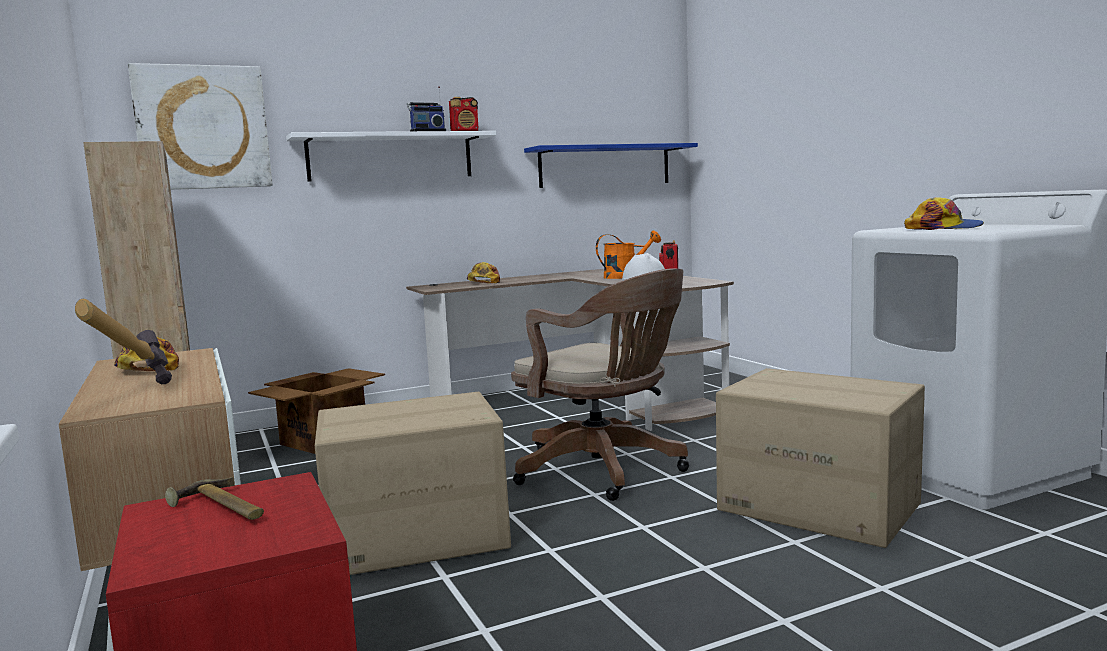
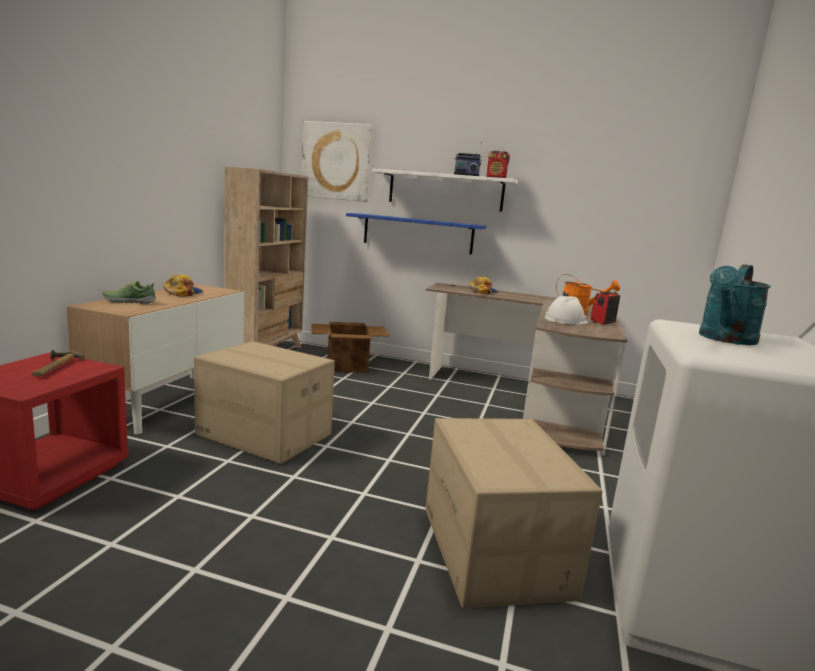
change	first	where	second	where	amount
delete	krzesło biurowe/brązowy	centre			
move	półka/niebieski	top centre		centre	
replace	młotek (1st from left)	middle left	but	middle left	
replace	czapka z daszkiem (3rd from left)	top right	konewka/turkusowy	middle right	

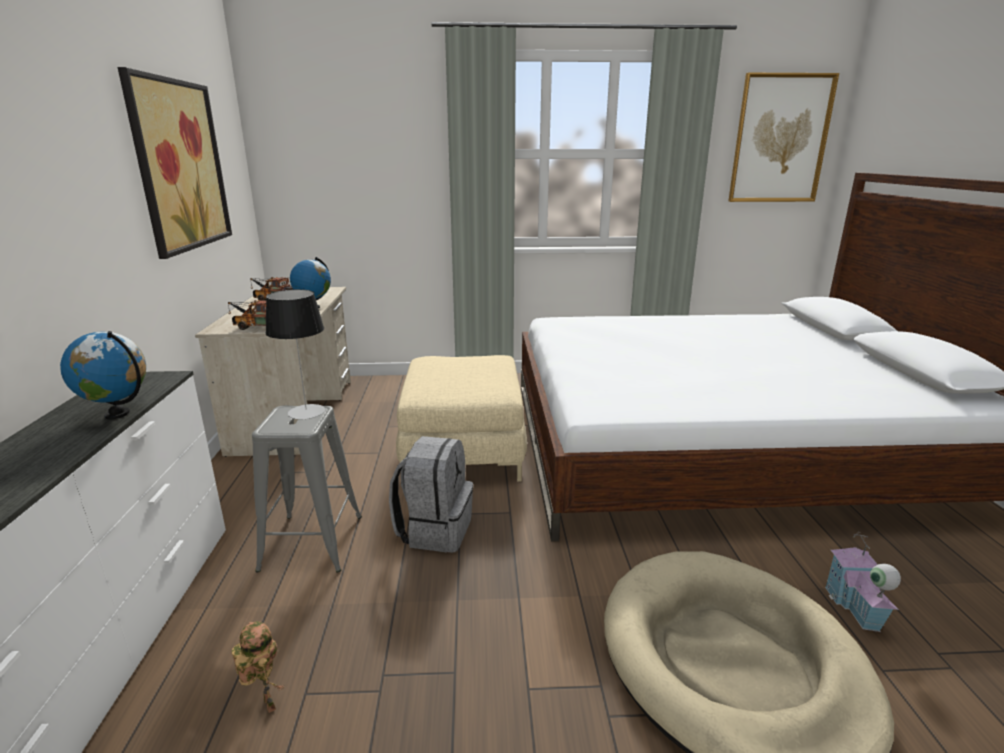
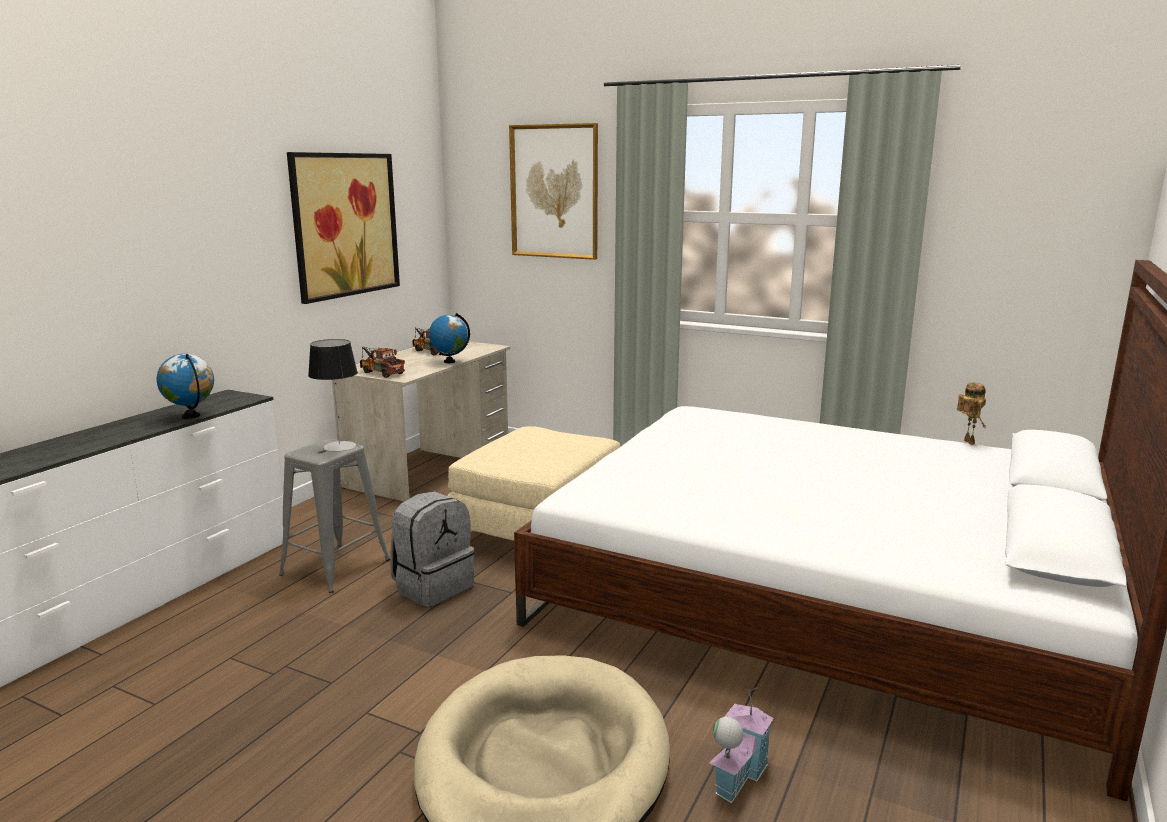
change	first	where	second	where	amount
move	robot zabawkowy	bottom left		middle right	
move	obraz (2nd from left)	top right		top centre	

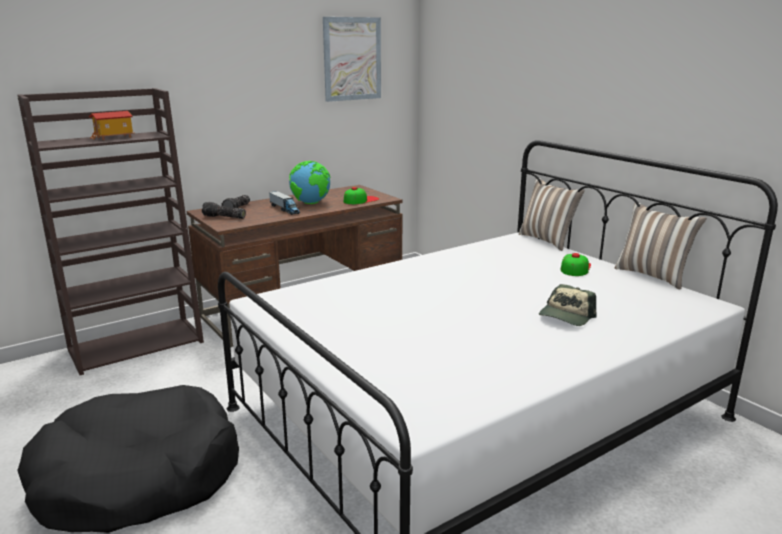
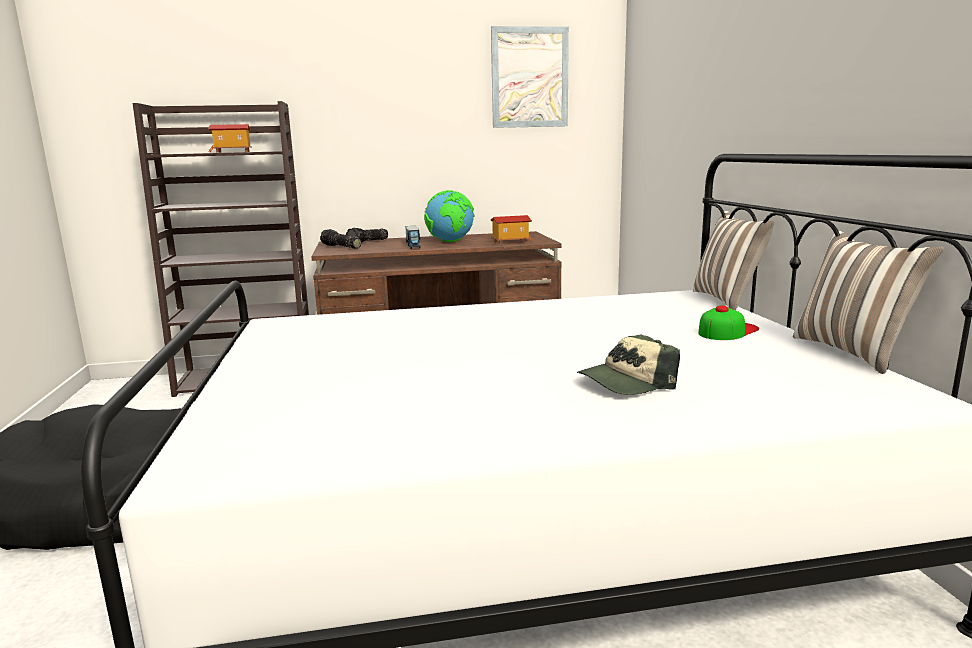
change	first	where	second	where	amount
replace	czapka z daszkiem (1st from left)	centre	domek (2nd from left)	centre	

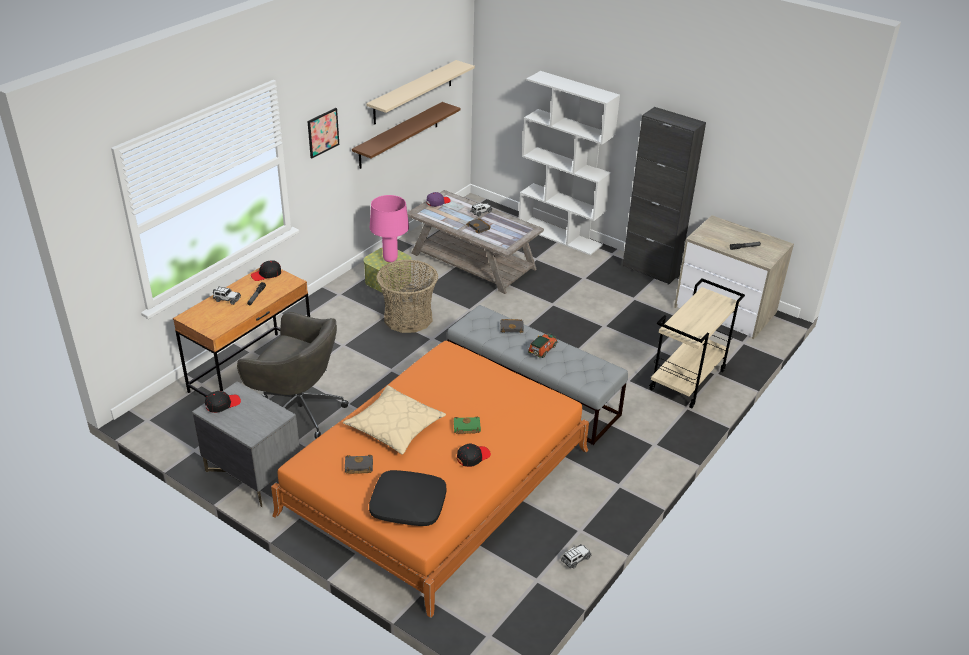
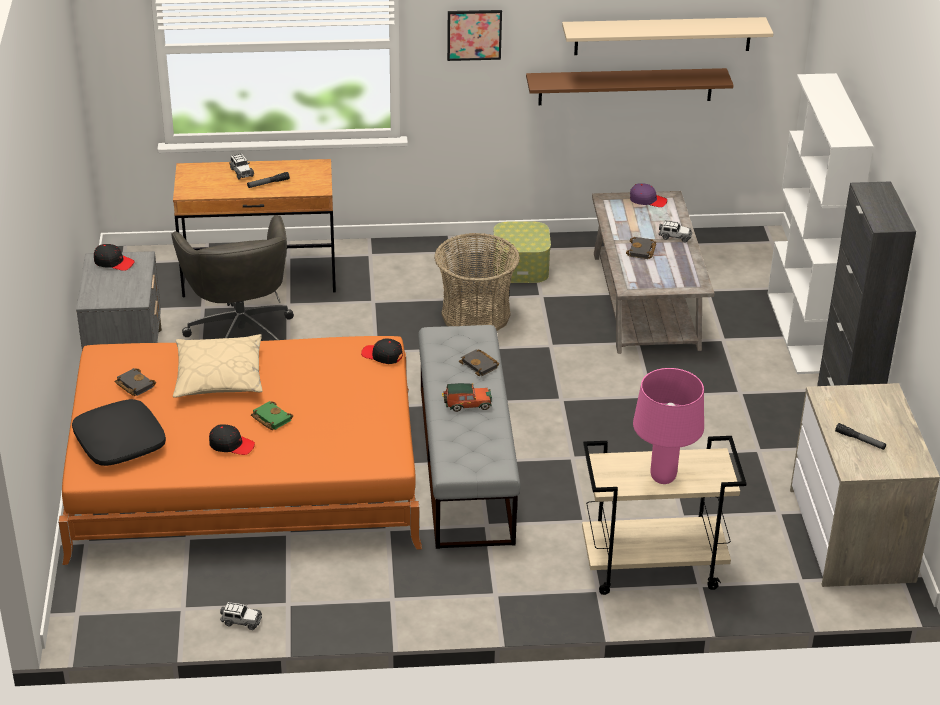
change	first	where	second	where	amount
move	czapka z daszkiem/czarny (2nd from left in the first image)	middle left	czapka z daszkiem/czarny (3rd from left)	centre	
move	lampa stołowa/różowy	centre		middle right	

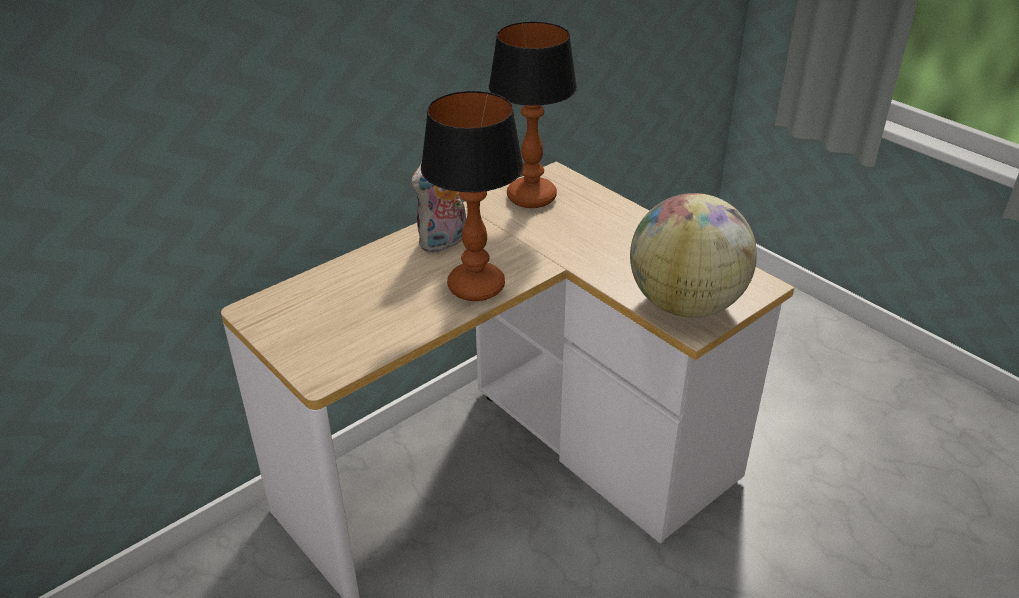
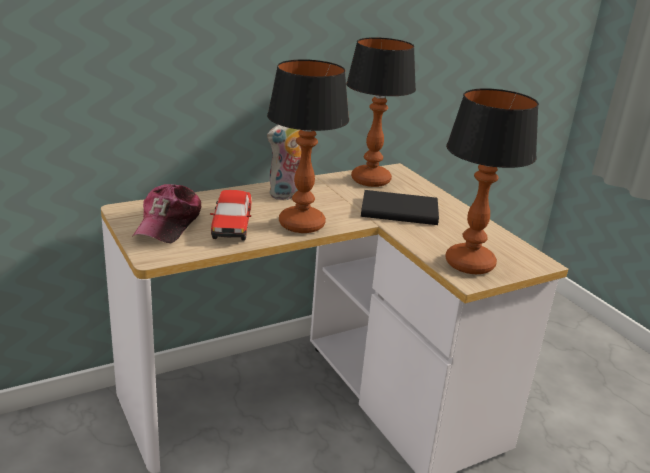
change	first	where	second	where	amount
insert			czapka z daszkiem	middle left	
insert			samochodzik	centre	
insert			książka/czarny	centre	
replace	globus	middle right	lampa stołowa (3rd from left)	middle right	

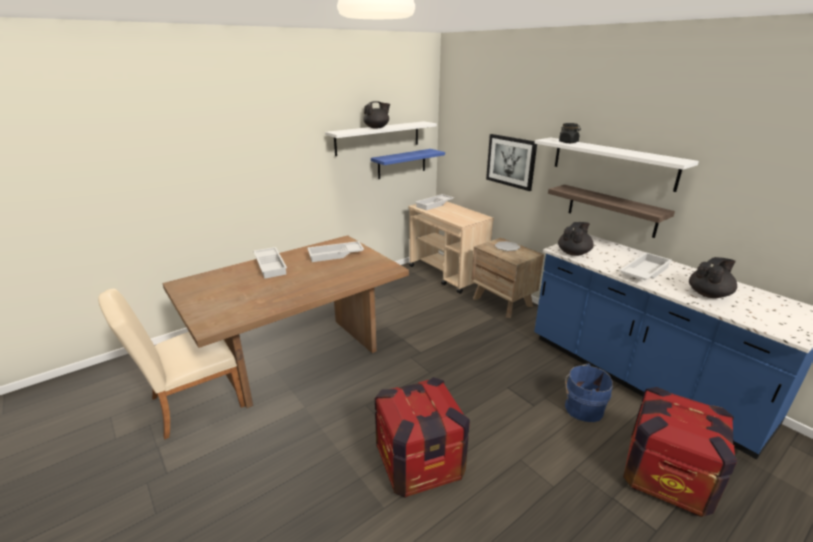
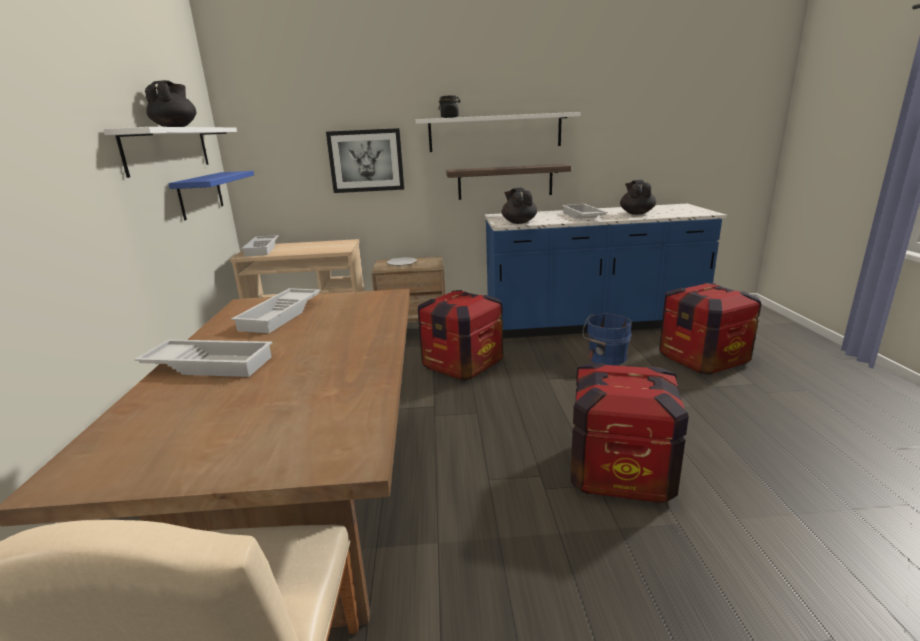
change	first	where	second	where	amount
insert			skrzynka (1st from left)	centre	

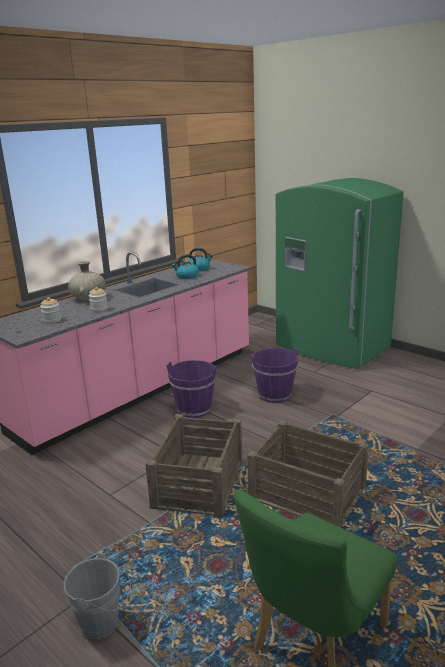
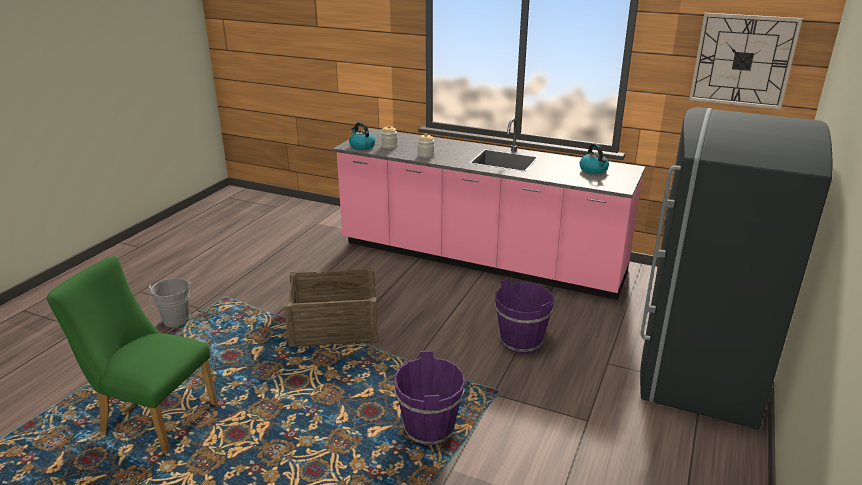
change	first	where	second	where	amount
delete	wazon/beżowy	middle left			
delete	skrzynka (2nd from left)	bottom right			
insert			zegar ścienny	top right	
move	wiadro/fioletowy (1st from left)	centre		bottom centre	
move	czajnik (1st from left)	centre		top centre	
recolor	lodówka/zielony	middle right	lodówka/szary	middle right	

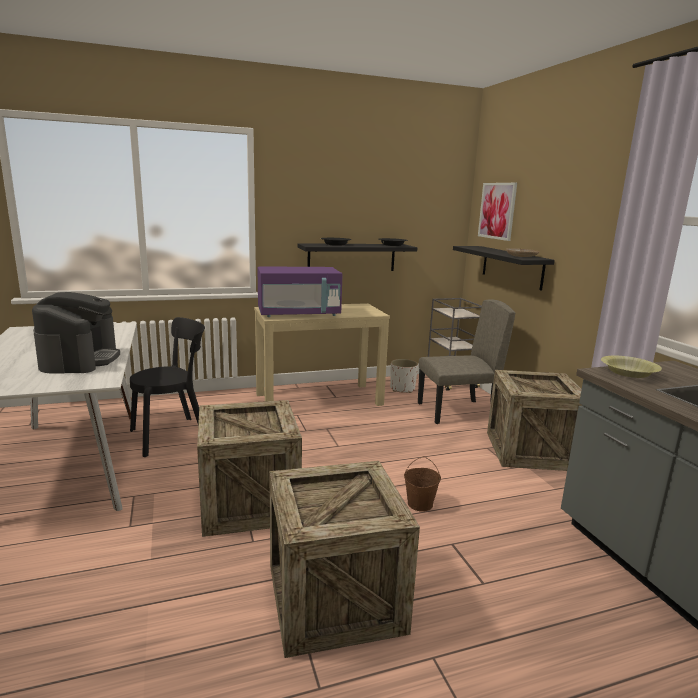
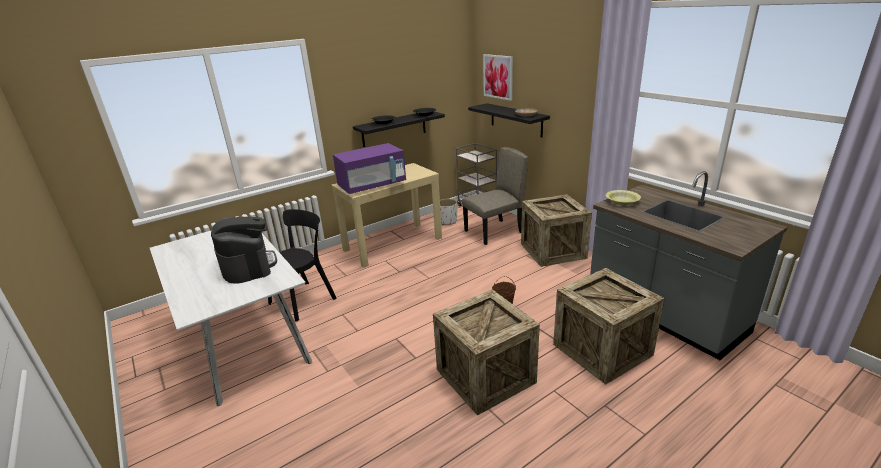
change	first	where	second	where	amount
move	skrzynka (1st from left in the first image)	bottom centre	skrzynka (3rd from left)	bottom right	

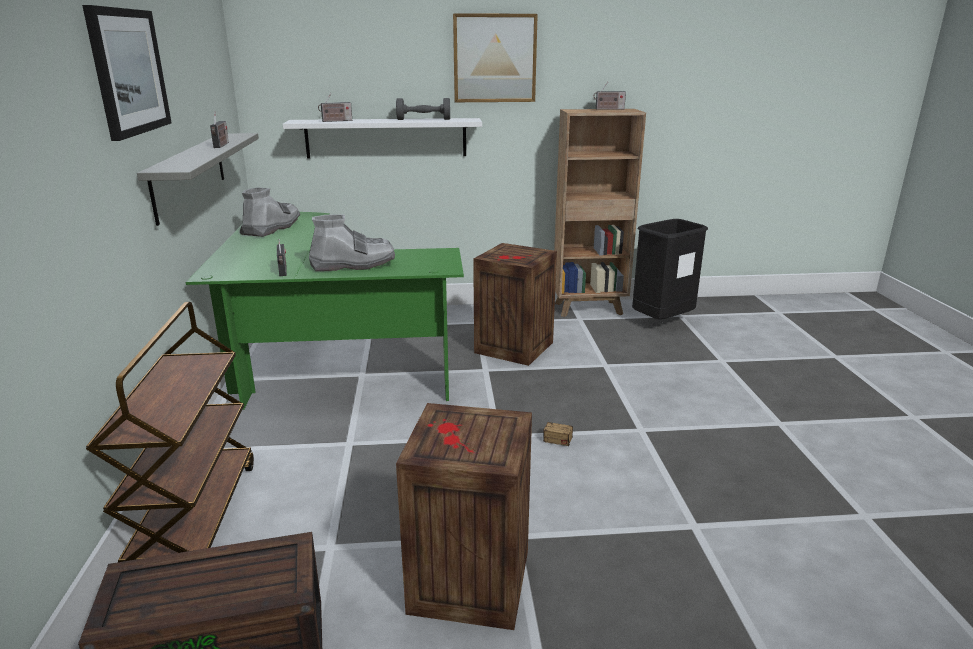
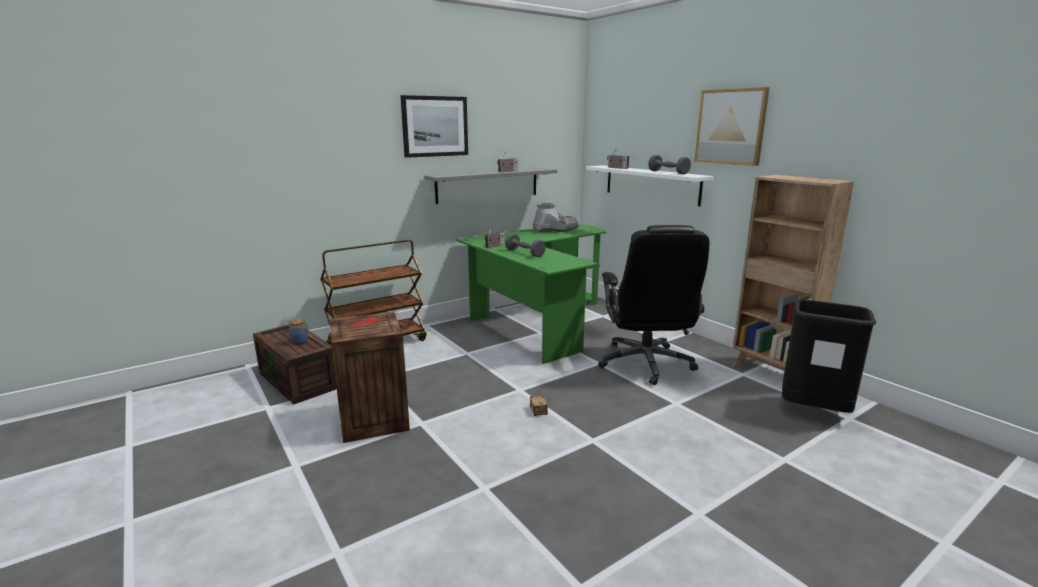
change	first	where	second	where	amount
delete	radio (4th from left)	top centre			
insert			słoik	middle left	
replace	but z cholewką/szary (2nd from left)	centre	hantel/szary (1st from left)	centre	
replace	skrzynka (2nd from left)	centre	krzesło biurowe/czarny	centre	

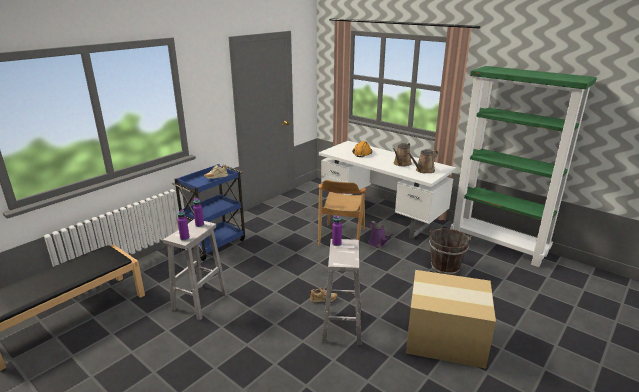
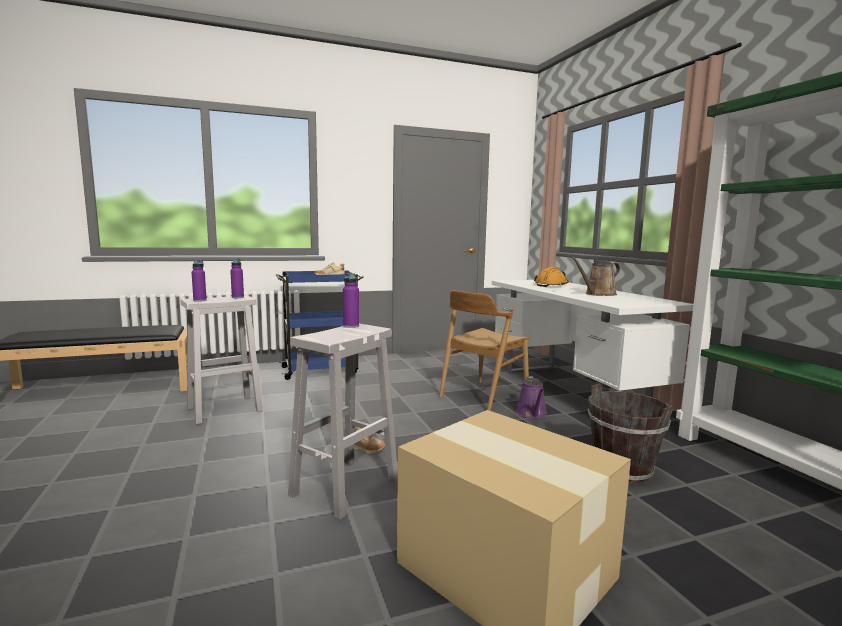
change	first	where	second	where	amount
delete	konewka/brązowy (2nd from left)	centre			

